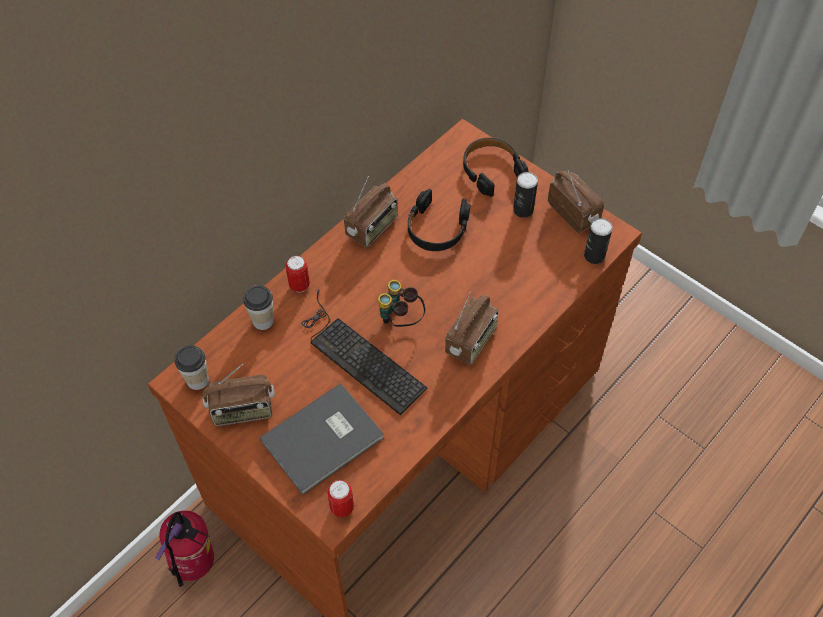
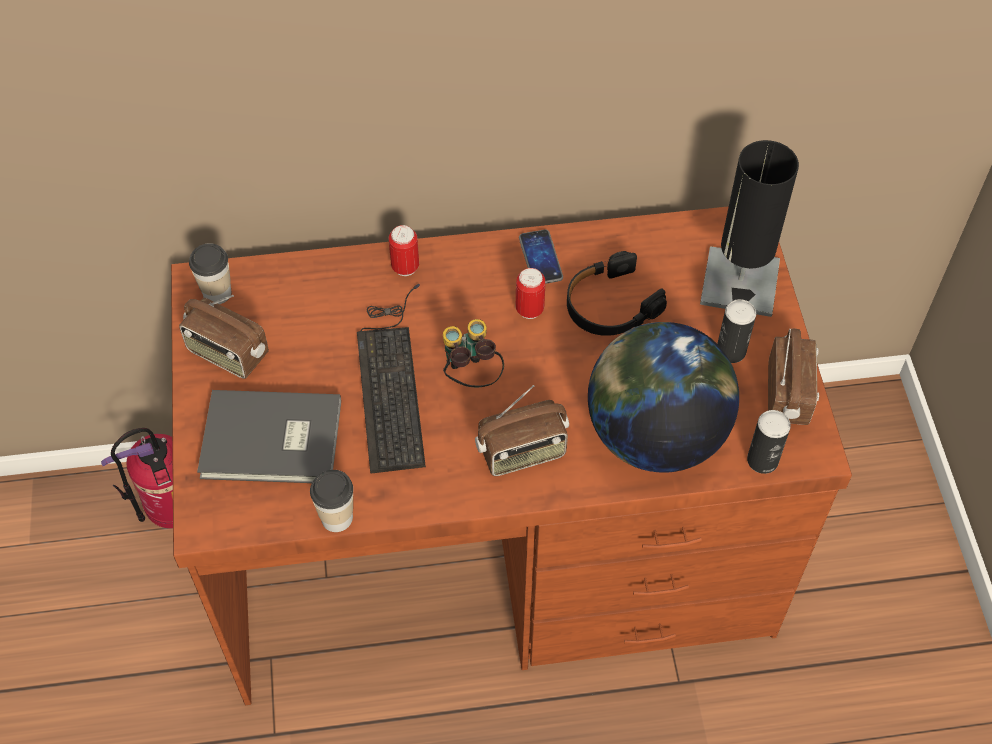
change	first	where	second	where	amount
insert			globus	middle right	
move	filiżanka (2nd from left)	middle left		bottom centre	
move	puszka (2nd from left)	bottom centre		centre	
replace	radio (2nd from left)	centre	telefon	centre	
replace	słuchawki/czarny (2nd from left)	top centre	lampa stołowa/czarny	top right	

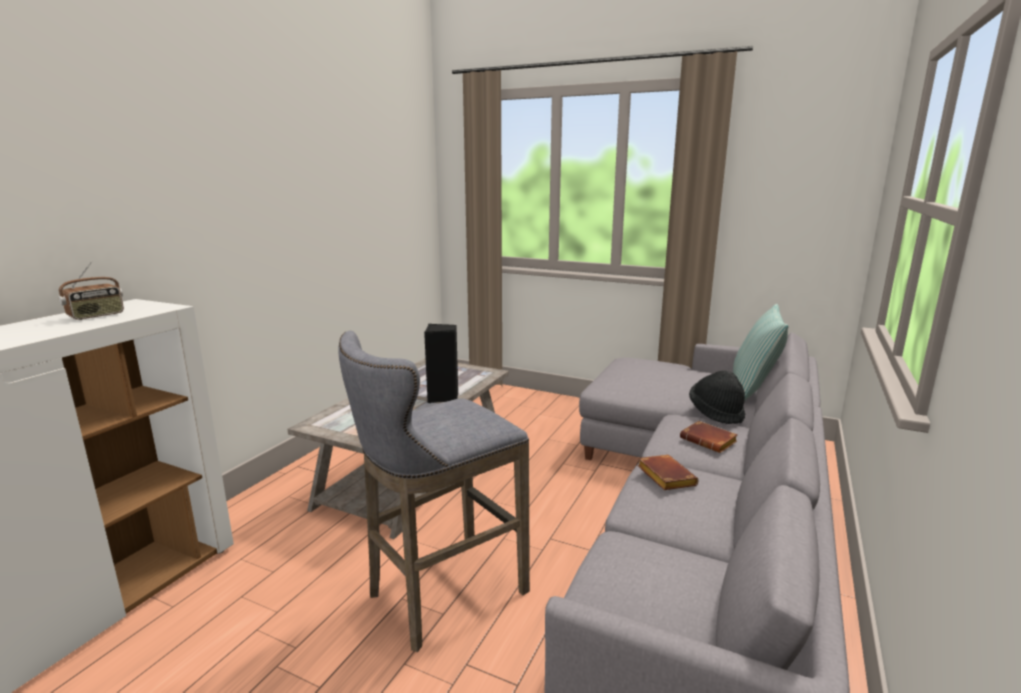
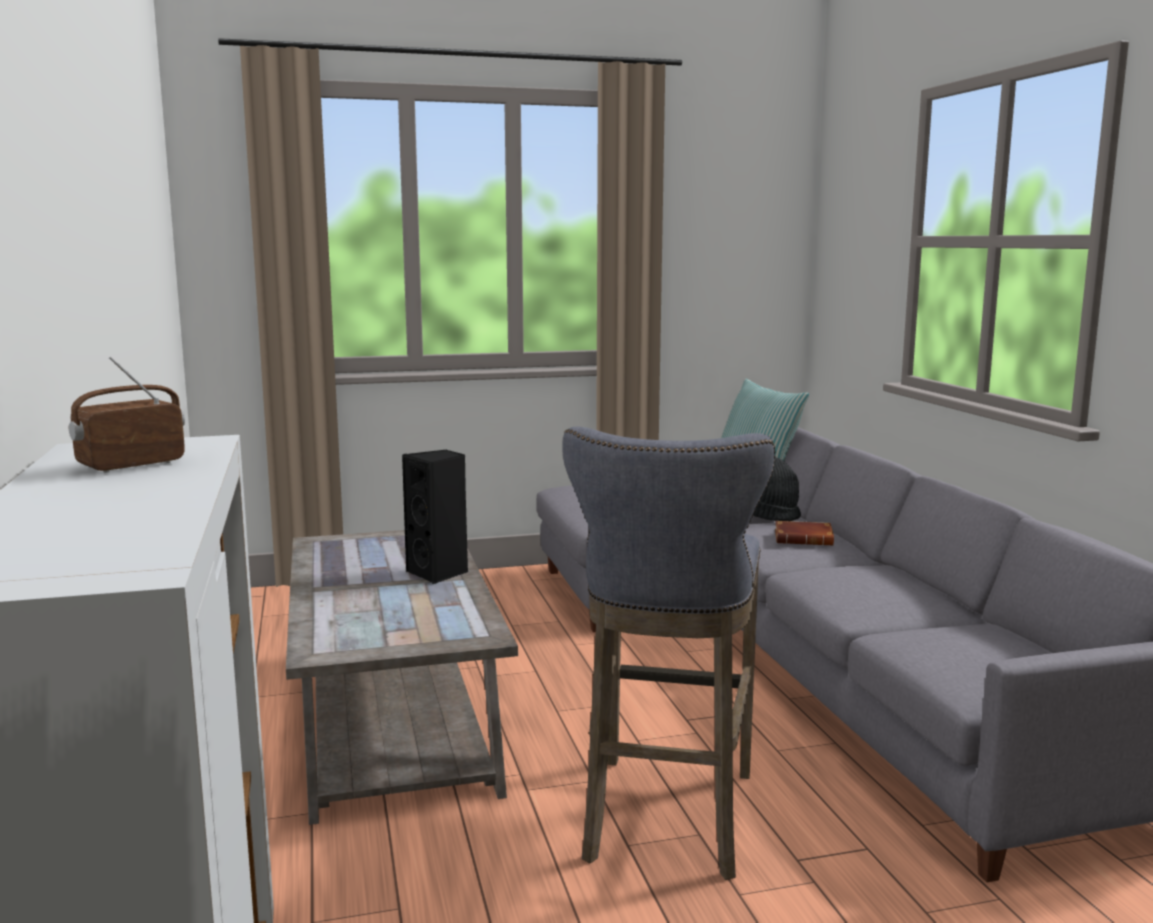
change	first	where	second	where	amount
delete	książka/brązowy (1st from left)	bottom centre			
rotate	radio	middle left		middle left	135 degrees counterclockwise

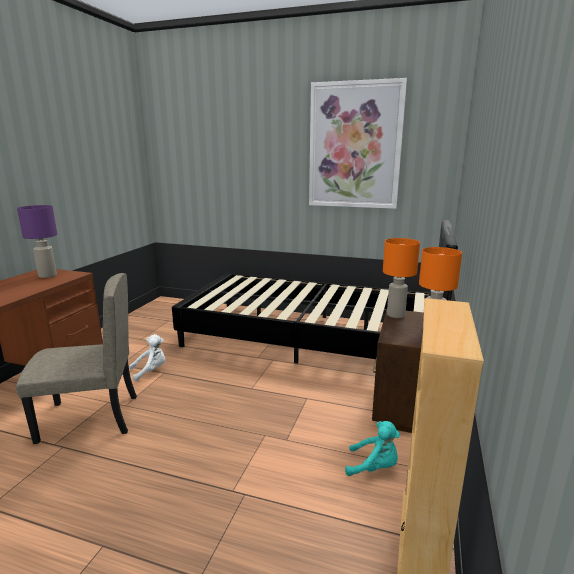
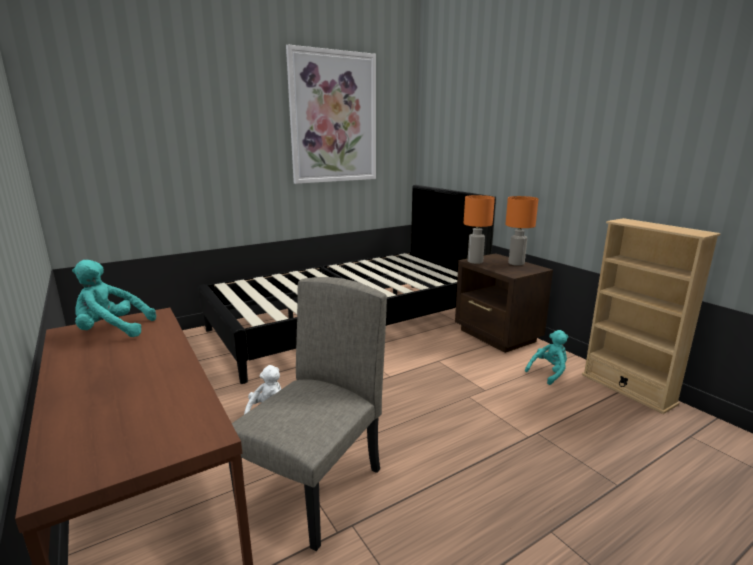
change	first	where	second	where	amount
replace	lampa stołowa/fioletowy	middle left	pluszak/turkusowy (1st from left)	middle left	

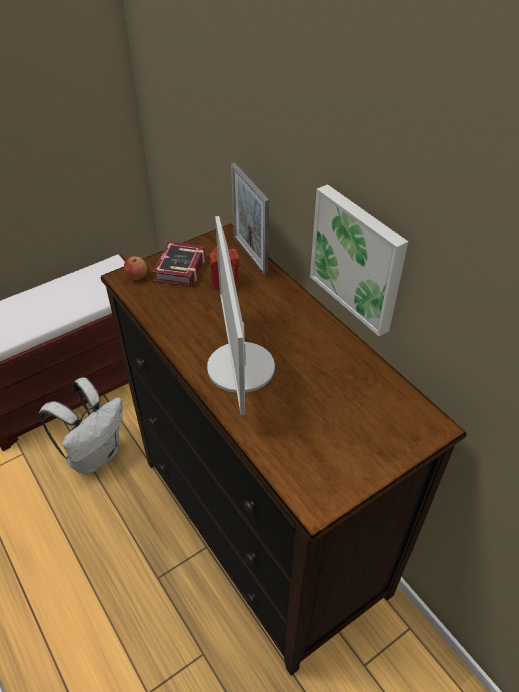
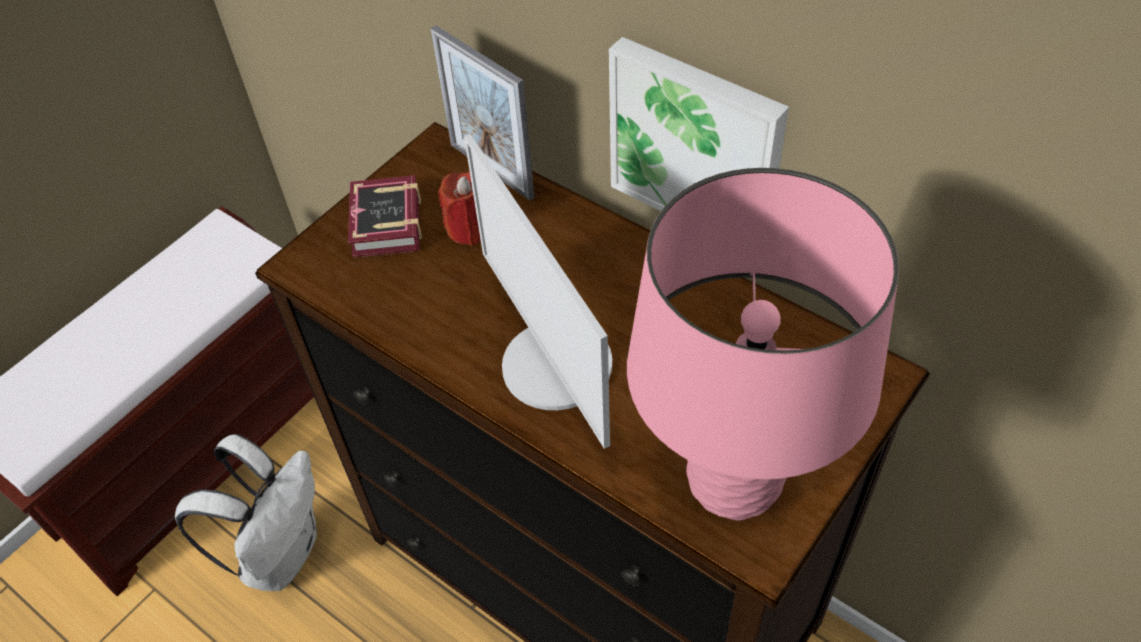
change	first	where	second	where	amount
delete	jabłko	middle left			
insert			lampa stołowa/różowy	middle right	

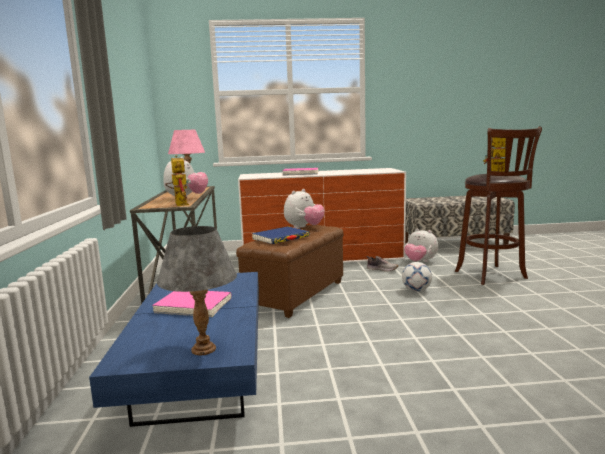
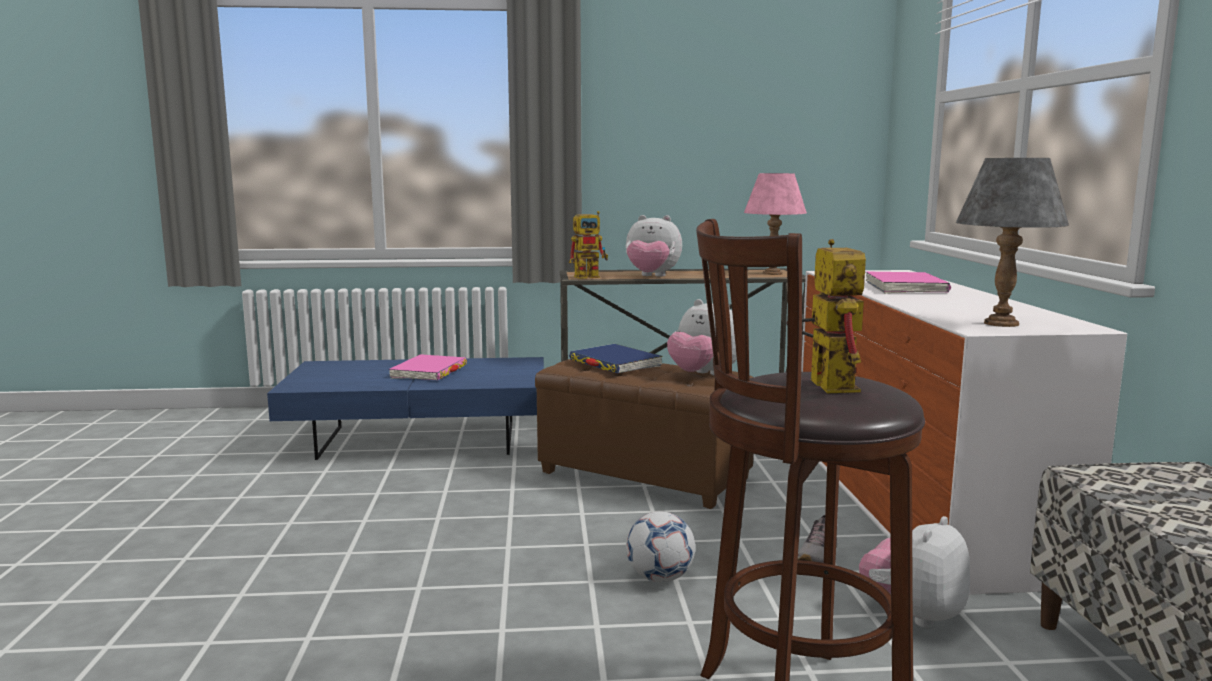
change	first	where	second	where	amount
move	lampa stołowa/szary	middle left		middle right	

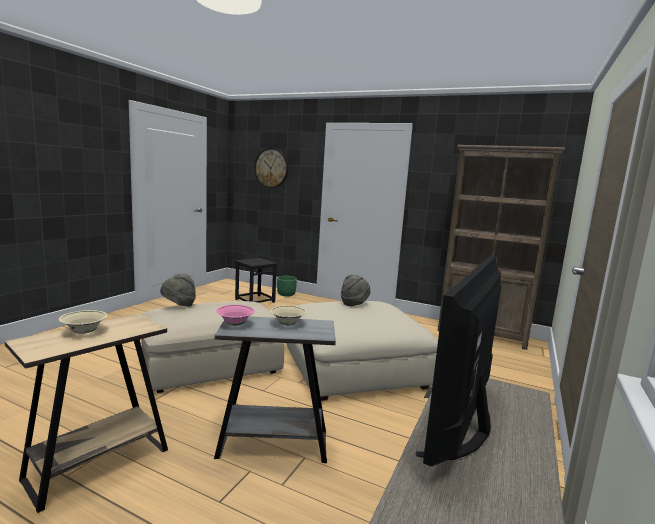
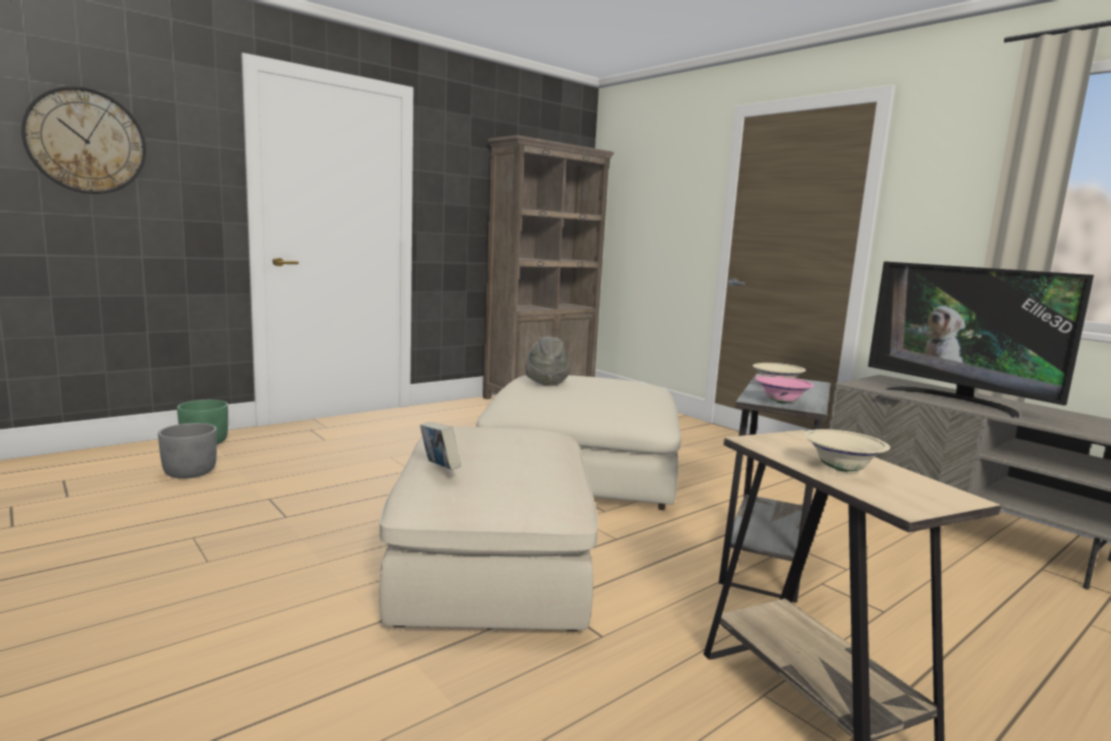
change	first	where	second	where	amount
replace	kapelusz/szary (1st from left)	middle left	książka	centre	
replace	stołek/czarny	centre	donica/szary	middle left	

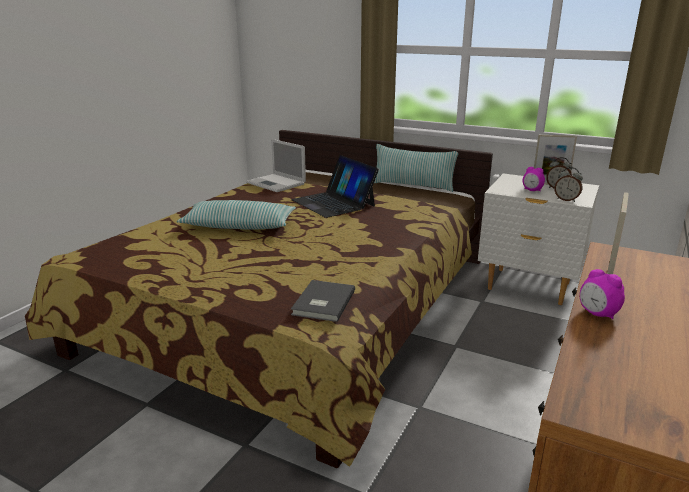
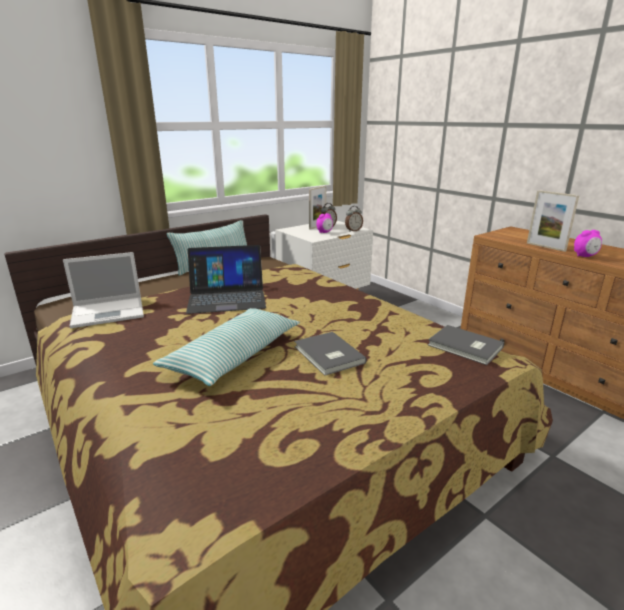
change	first	where	second	where	amount
insert			książka/szary (1st from left)	centre	

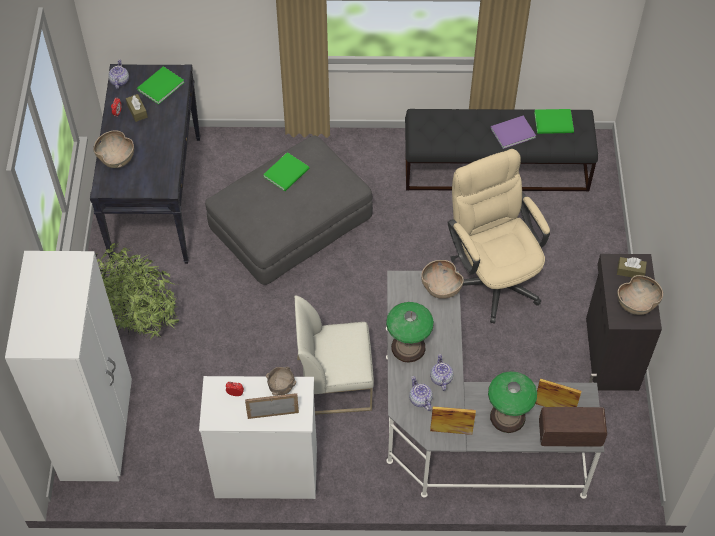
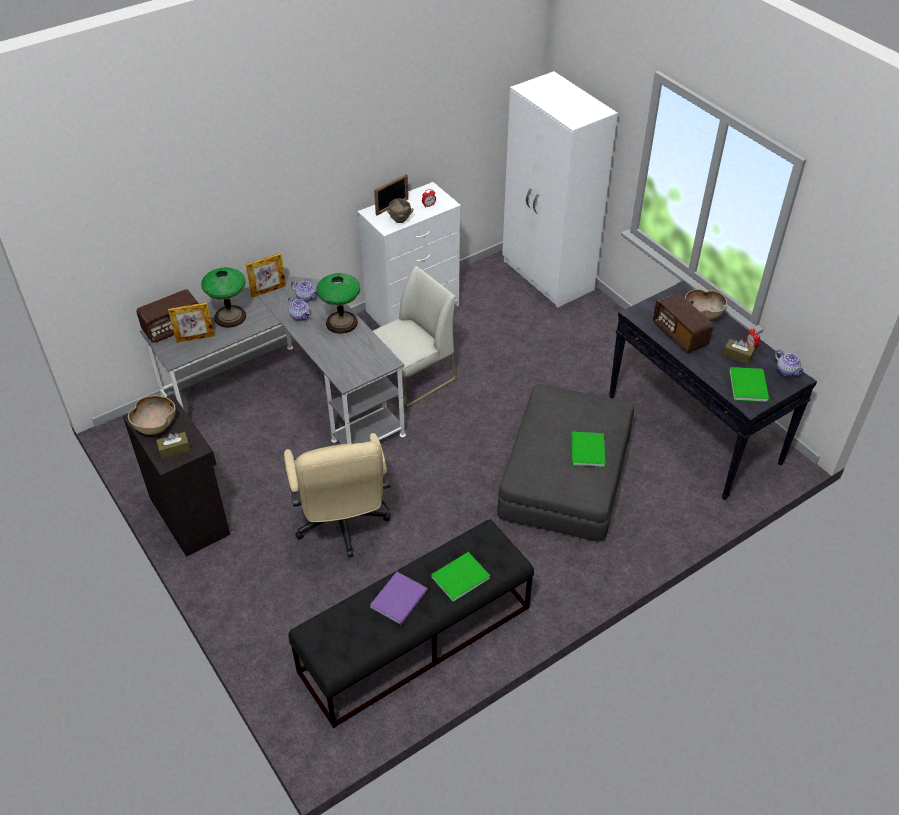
change	first	where	second	where	amount
delete	roślina doniczkowa	middle left			
delete	miska/brązowy (3rd from left)	centre			
insert			radio (2nd from left)	middle right	
move	książka/zielony (3rd from left in the first image)	top right	książka/zielony (1st from left)	bottom centre	
rotate	krzesło biurowe/beżowy	middle right		centre	45 degrees clockwise

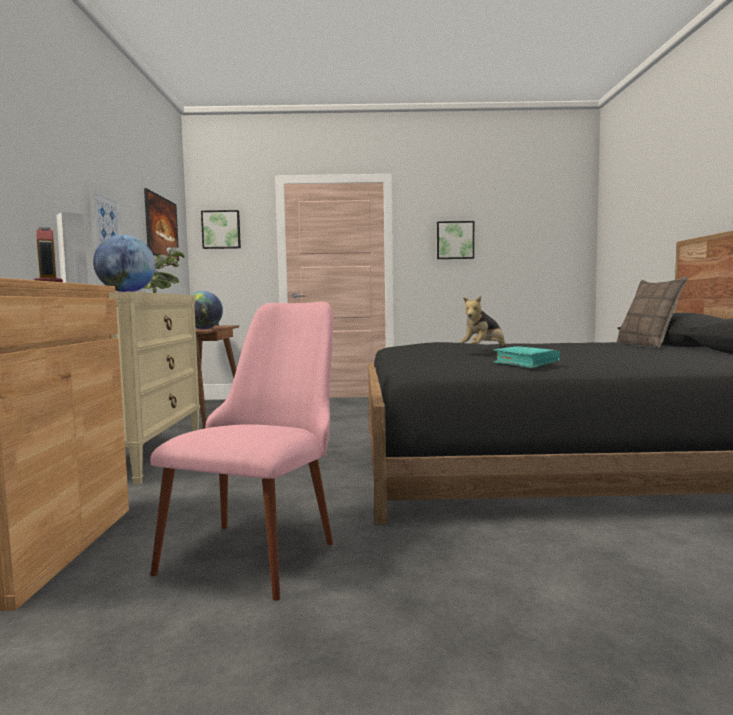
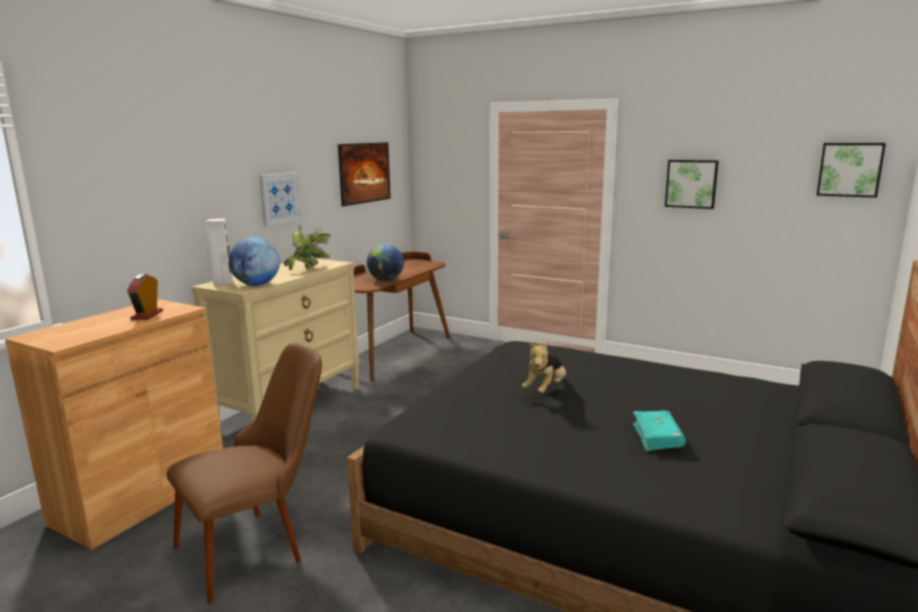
change	first	where	second	where	amount
delete	poduszka	middle right			
move	obraz (3rd from left in the first image)	top left	obraz (4th from left)	top right	
move	książka/turkusowy	middle right		bottom right	
recolor	krzesło/różowy	middle left	krzesło/brązowy	bottom left	
rotate	pluszak	centre		centre	45 degrees counterclockwise

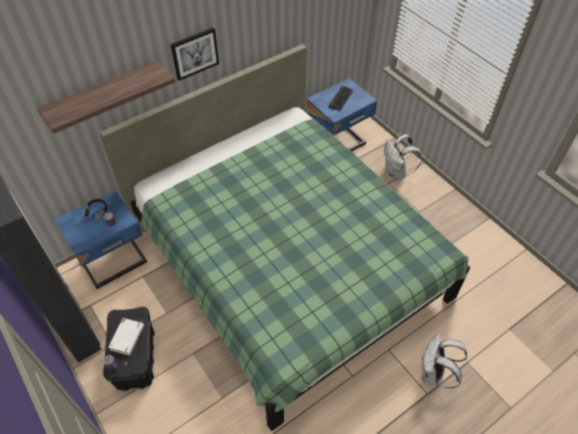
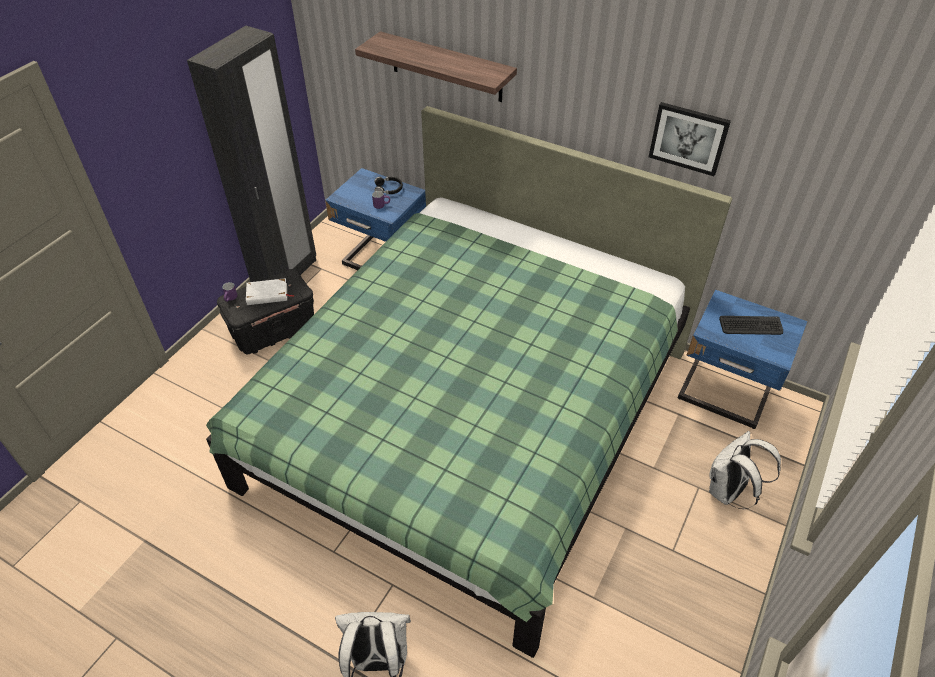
change	first	where	second	where	amount
move	obraz	top centre		top right	

